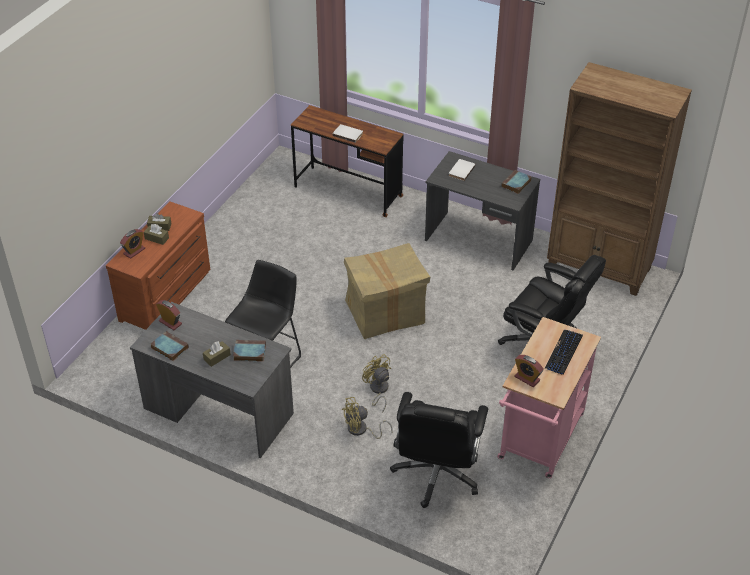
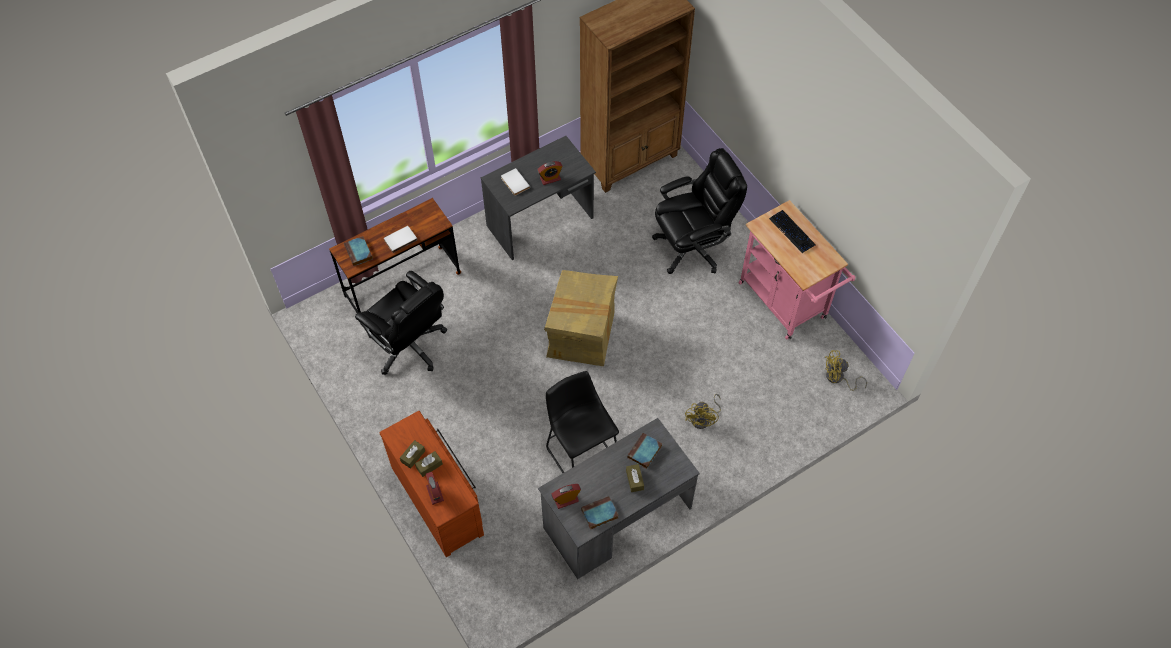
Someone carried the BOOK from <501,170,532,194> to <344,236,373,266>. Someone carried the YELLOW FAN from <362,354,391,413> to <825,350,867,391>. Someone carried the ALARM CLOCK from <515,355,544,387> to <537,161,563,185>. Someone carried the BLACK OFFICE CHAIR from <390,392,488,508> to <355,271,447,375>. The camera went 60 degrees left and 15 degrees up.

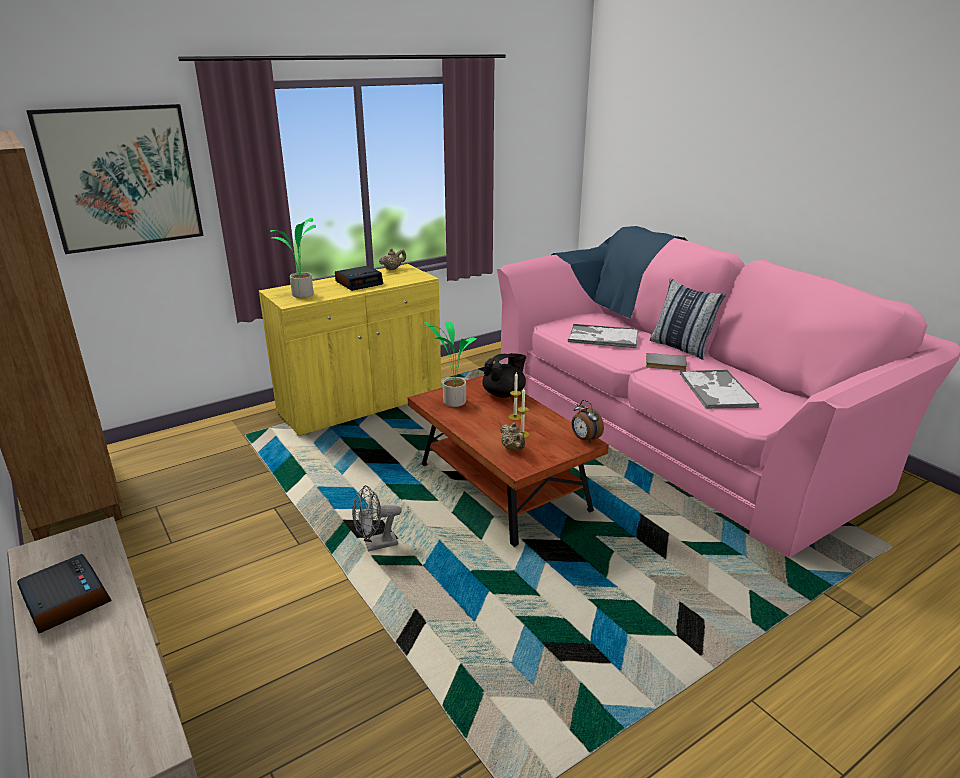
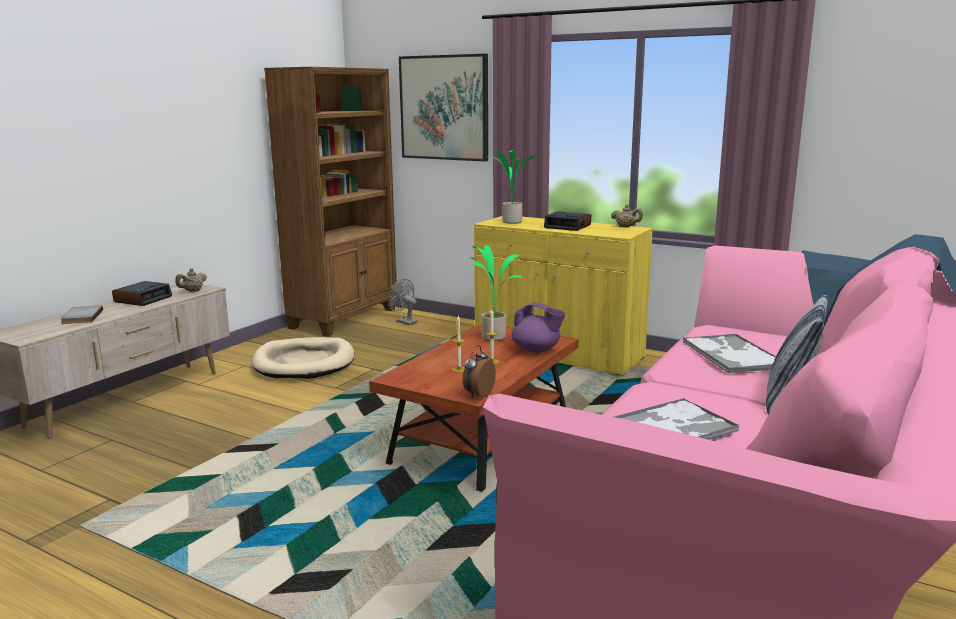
Someone repainted the BLACK TEAPOT at <482,353,526,398>, which became the PURPLE TEAPOT at <512,303,566,353>. Someone carried the GREY BOOK from <646,353,687,371> to <60,305,103,324>. Someone carried the BEIGE TEAPOT from <500,423,525,450> to <175,268,207,292>. Someone carried the GREY FAN from <352,485,402,552> to <387,279,418,325>. Someone put down the BEIGE DOG BED at <252,337,354,379>. The camera went 65 degrees right and 10 degrees down.

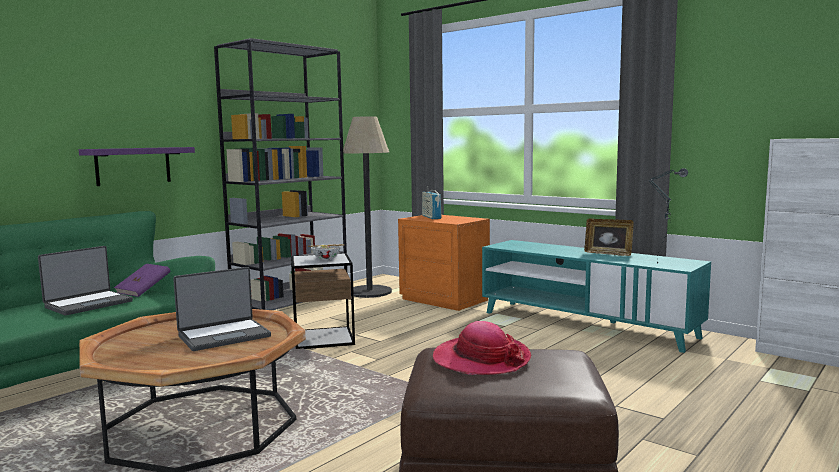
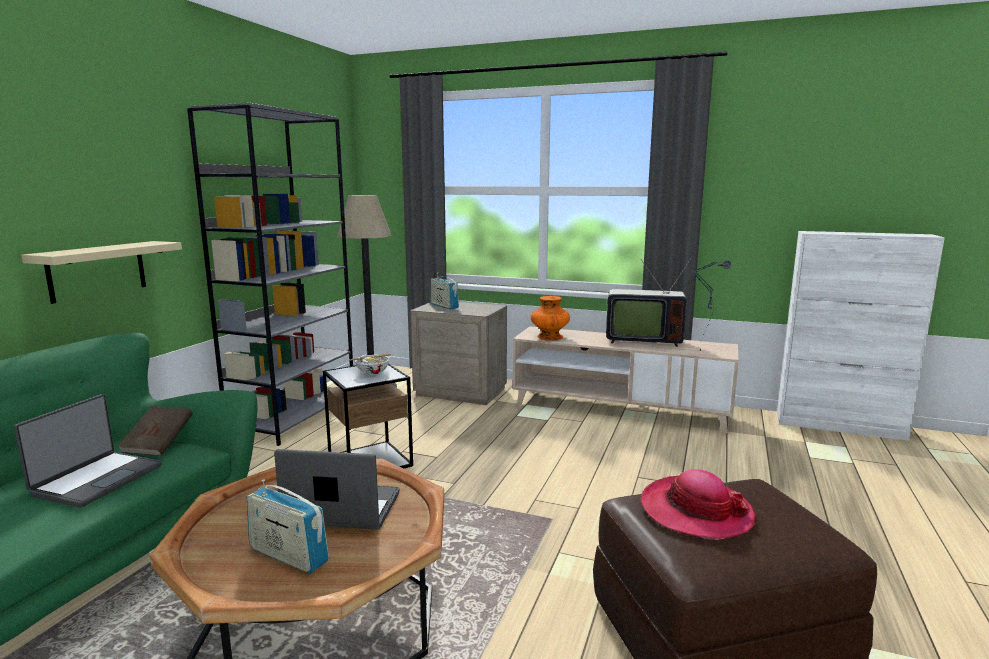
Someone repainted the PURPLE SHELF at <79,147,195,186>, which became the BEIGE SHELF at <21,241,182,304>. Someone repainted the ORANGE NIGHTSTAND at <398,215,490,311>, which became the BEIGE NIGHTSTAND at <410,302,507,405>. Someone swapped the PICTURE FRAME at <584,218,634,256> for the TELEVISION at <606,257,692,347>. Someone repainted the TURQUOISE TV STAND at <482,240,711,353>, which became the BEIGE TV STAND at <512,326,739,434>. Someone repainted the PURPLE BOOK at <114,264,170,297>, which became the BROWN BOOK at <117,406,193,456>. Someone rotated the LAPTOP at <173,267,271,351> by 120 degrees counterclockwise. Someone put down the ORANGE VASE at <530,296,570,340>. Someone put down the RADIO at <247,479,329,574>. The camera went 20 degrees left and 5 degrees up.

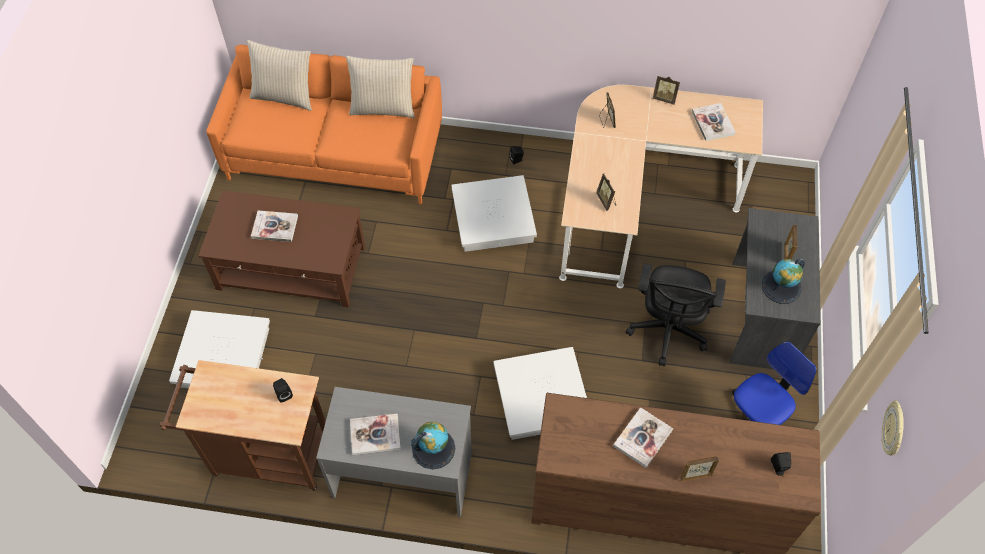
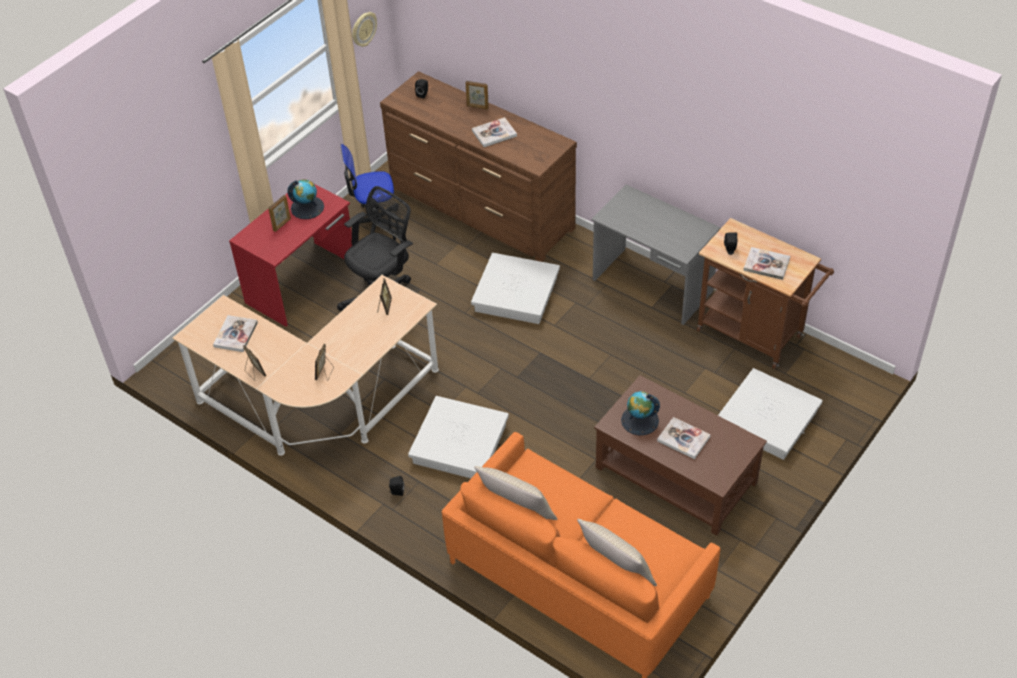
Someone repainted the GREY DESK at <729,208,821,369>, which became the RED DESK at <229,184,352,327>. Someone carried the BOOK from <350,414,401,455> to <743,247,790,280>. Someone carried the GLOBE from <411,422,455,469> to <621,391,660,436>. The camera went 150 degrees left and 10 degrees down.

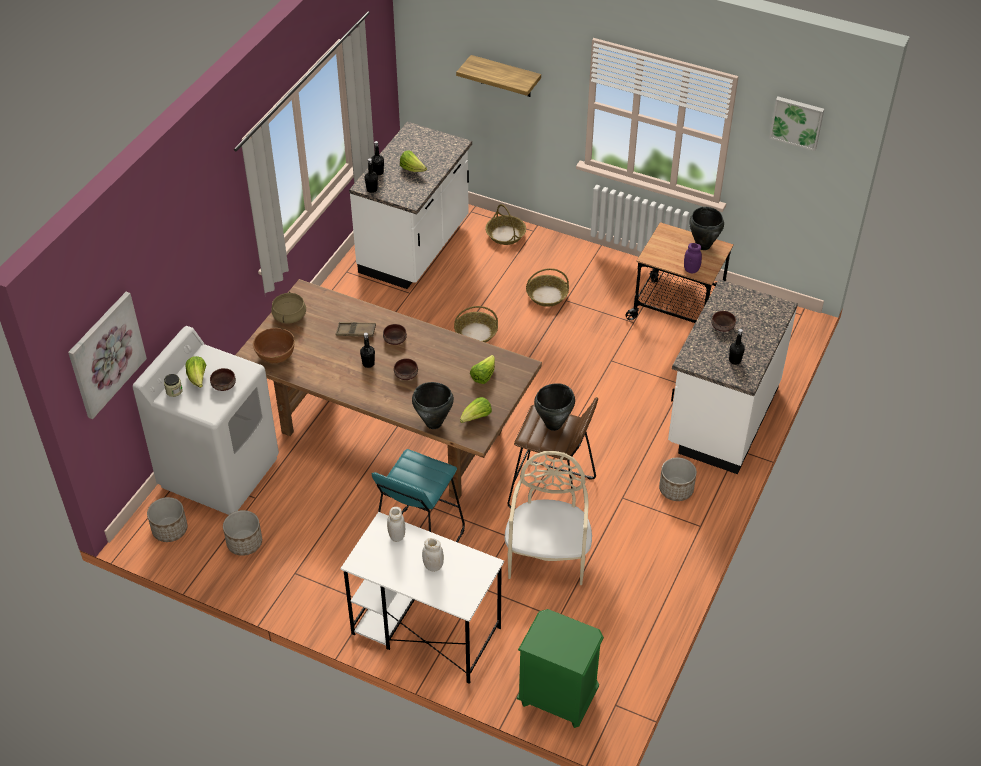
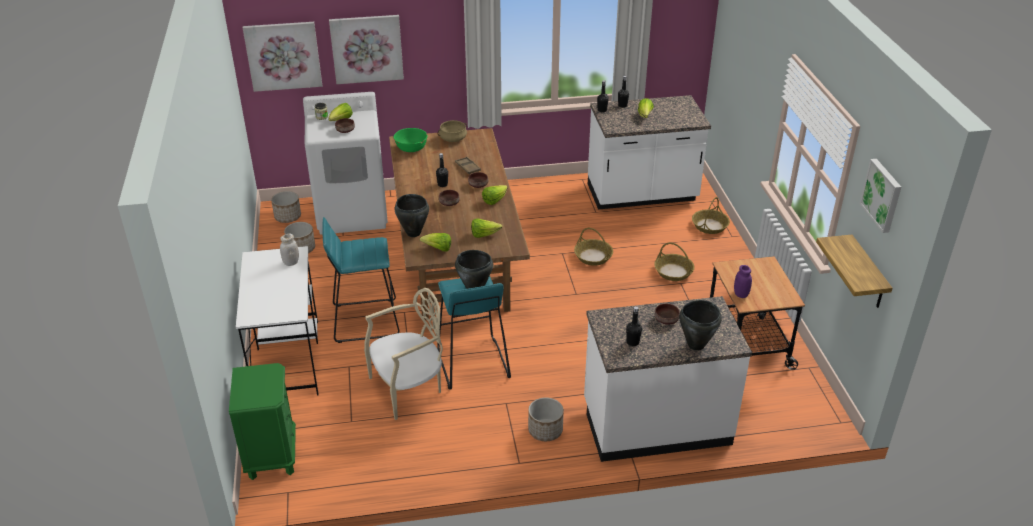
Someone carried the SHELF from <456,55,541,97> to <816,234,893,308>. Someone carried the BLACK COOKING POT from <689,207,724,250> to <679,300,721,351>. Someone repainted the BROWN BOWL at <253,328,295,363>, which became the GREEN BOWL at <393,128,428,152>. Someone repainted the BROWN STOOL at <507,397,598,509>, which became the TURQUOISE STOOL at <437,276,511,389>. Someone took away the WHITE JAR at <422,538,444,572>. Someone put up the PICTURE at <329,15,404,84>. Someone put down the LETTUCE at <482,185,508,205>. The camera went 55 degrees right and 10 degrees down.

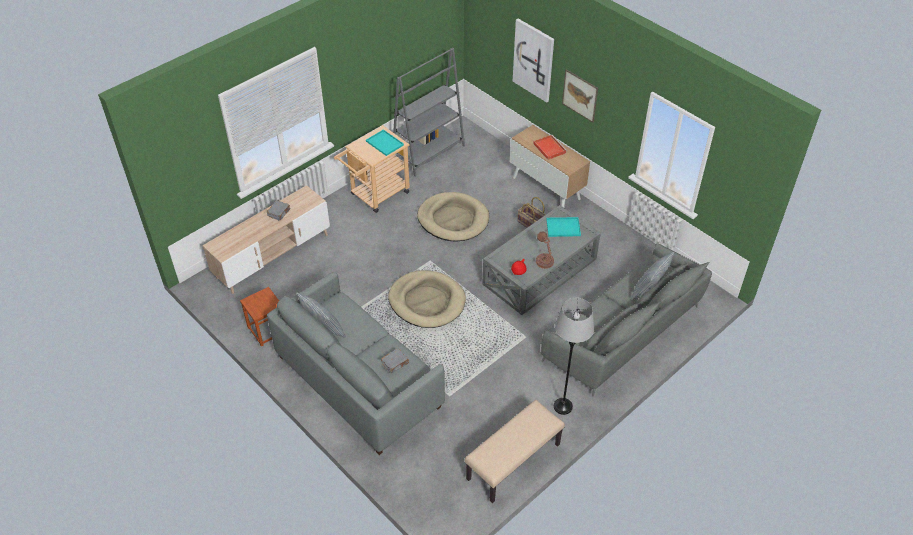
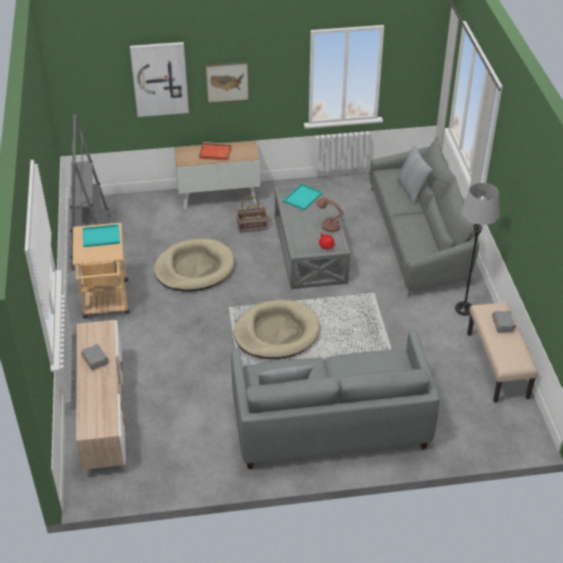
Someone took away the BROWN STOOL at <240,287,279,347>. Someone carried the GREY BOOK from <381,349,409,373> to <492,311,516,332>. The camera went 55 degrees left and 5 degrees down.

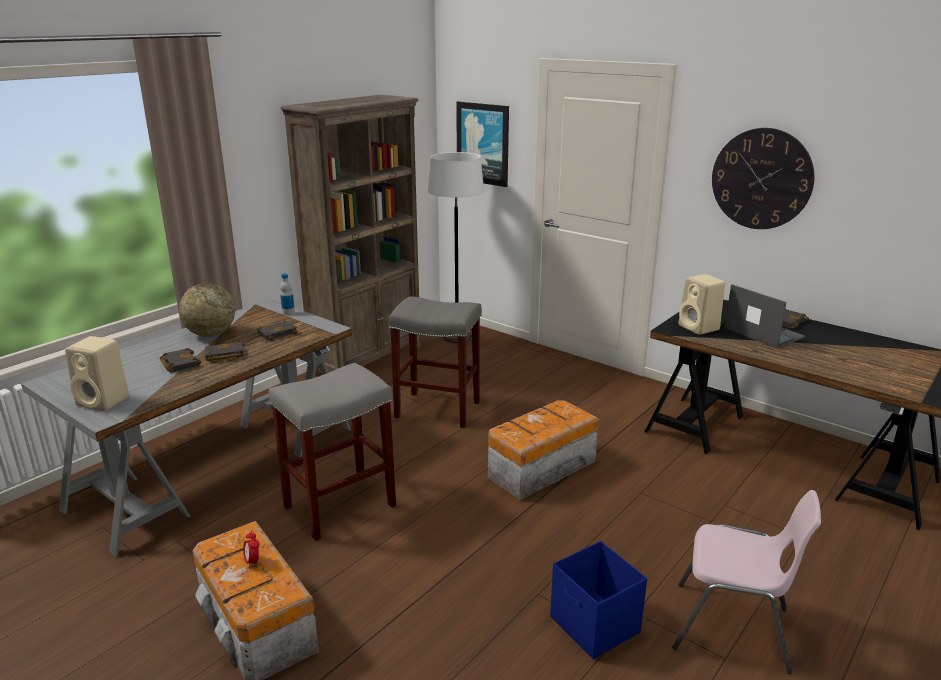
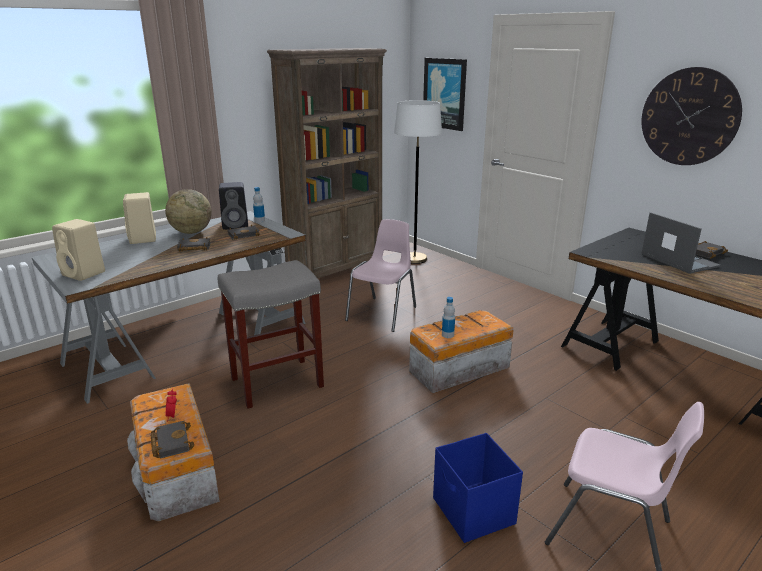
Someone carried the BEIGE SPEAKER from <679,274,725,335> to <123,192,156,244>. Someone swapped the GREY STOOL at <388,296,482,428> for the PINK CHAIR at <345,219,416,332>. Someone carried the BLACK BOOK from <160,348,201,372> to <151,421,194,459>. Someone put down the BLACK SPEAKER at <219,182,248,230>. Someone put down the BOTTLE at <442,297,455,338>. The camera went 10 degrees right and 0 degrees up.

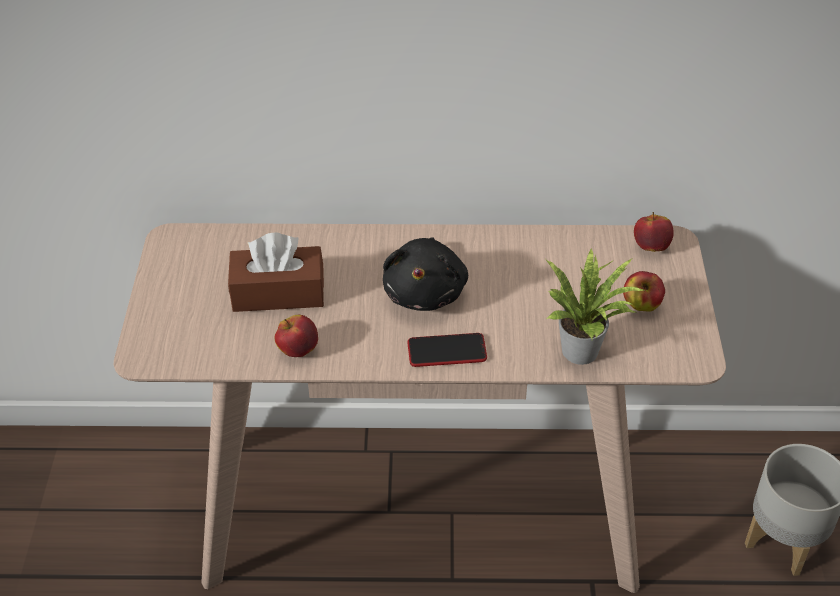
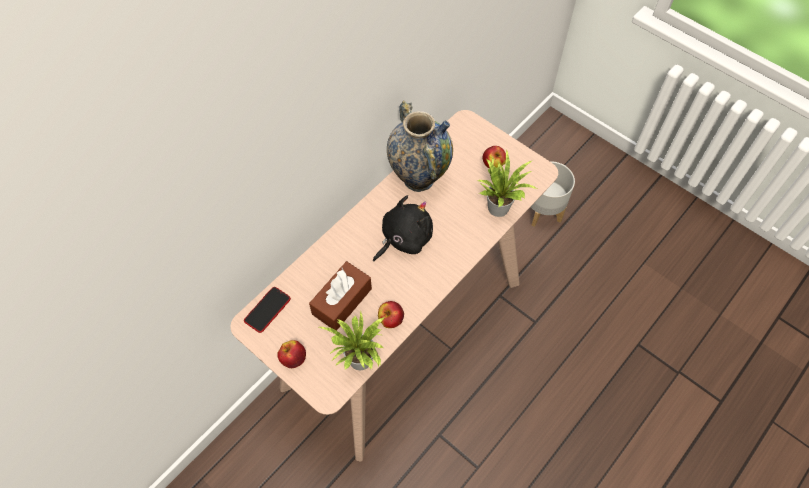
Someone carried the APPLE from <634,212,674,252> to <277,340,306,368>. Someone rotated the BLACK PLUSH TOY at <383,237,468,311> by 90 degrees counterclockwise. Someone carried the PHONE from <407,333,487,367> to <244,287,291,333>. Someone put down the VASE at <387,101,453,192>. Someone put down the POTTED PLANT at <319,311,385,370>. The camera went 50 degrees left and 15 degrees up.

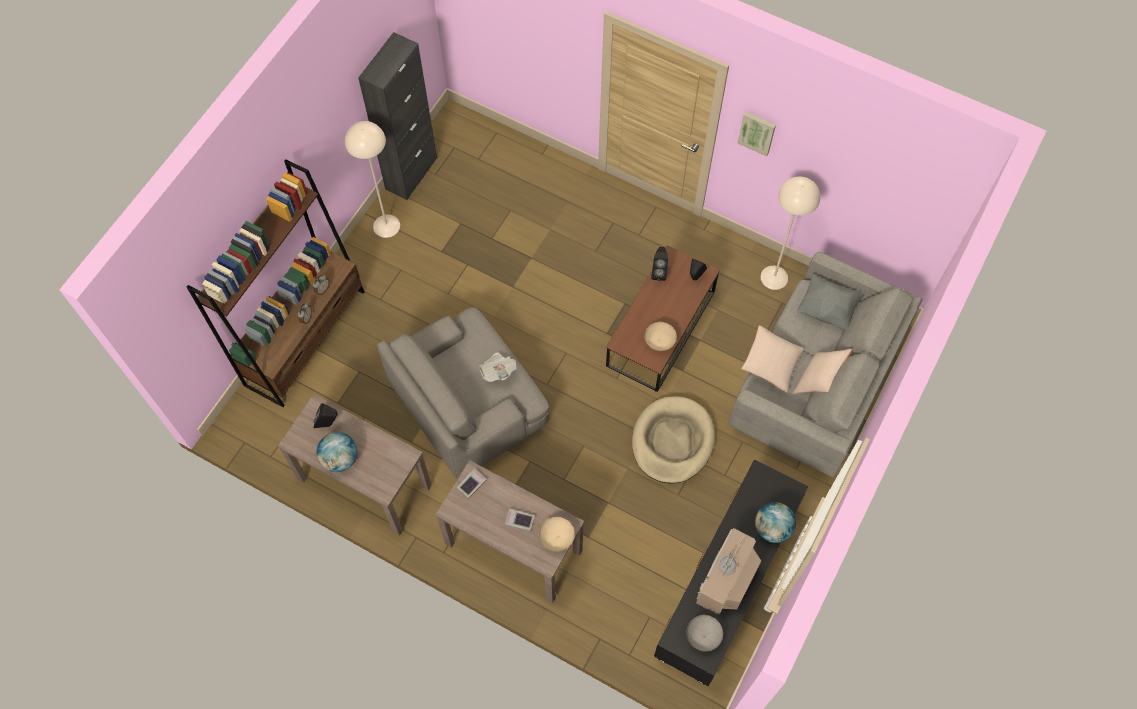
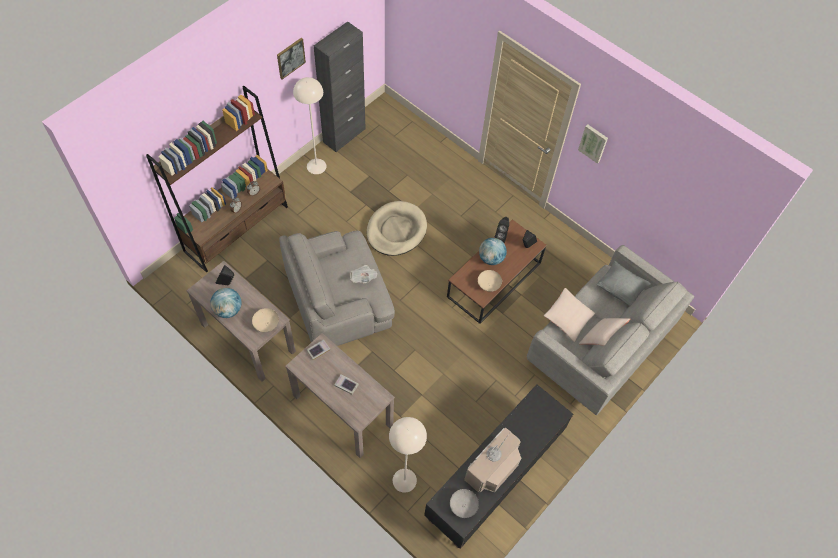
Someone carried the BEIGE FLOOR LAMP from <761,177,820,290> to <389,417,427,493>. Someone carried the BEIGE DOG BED from <632,396,715,484> to <366,201,427,256>. Someone carried the GLOBE from <755,502,796,543> to <479,238,507,265>. Someone carried the BEIGE BOWL from <539,517,575,552> to <252,308,279,332>. Someone put up the PICTURE at <277,38,306,79>. The camera went 10 degrees right and 5 degrees down.

